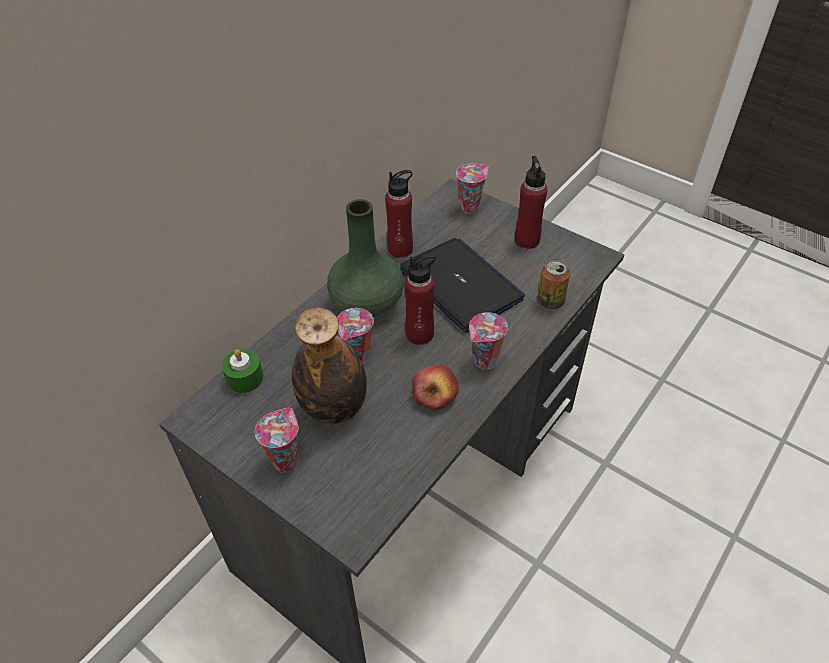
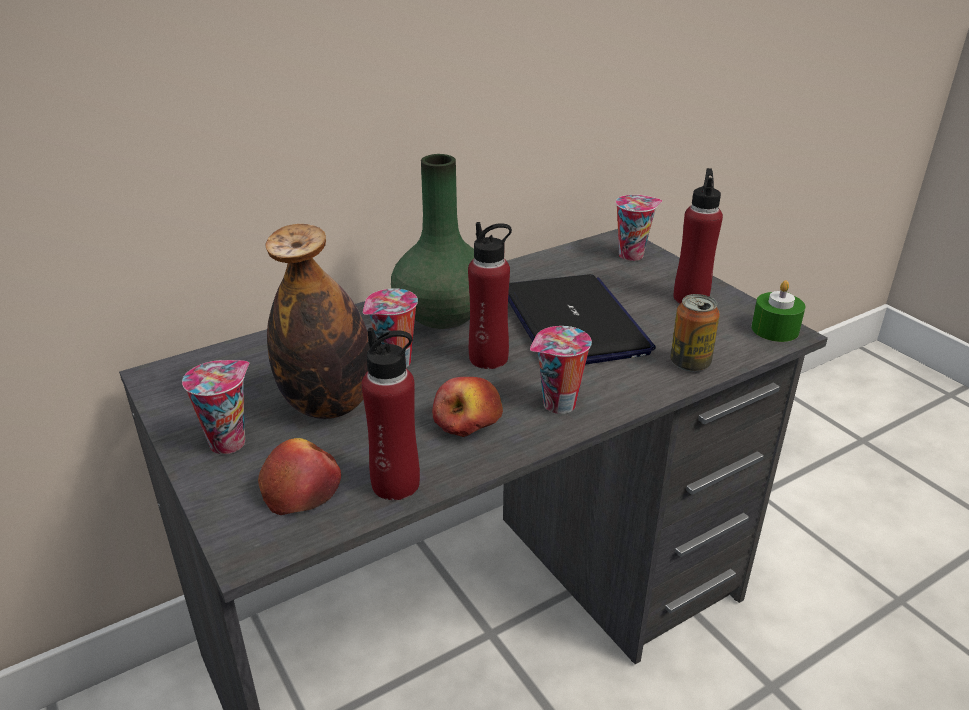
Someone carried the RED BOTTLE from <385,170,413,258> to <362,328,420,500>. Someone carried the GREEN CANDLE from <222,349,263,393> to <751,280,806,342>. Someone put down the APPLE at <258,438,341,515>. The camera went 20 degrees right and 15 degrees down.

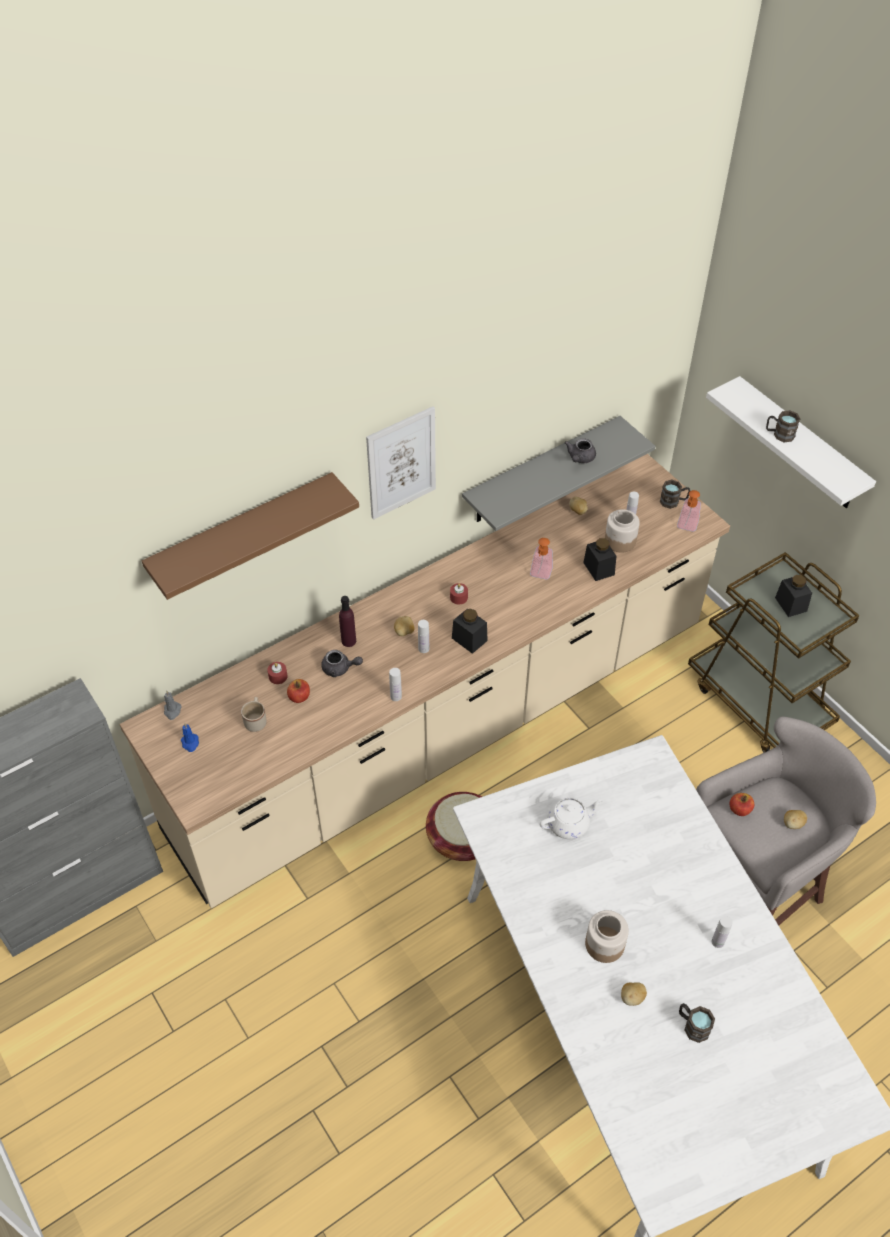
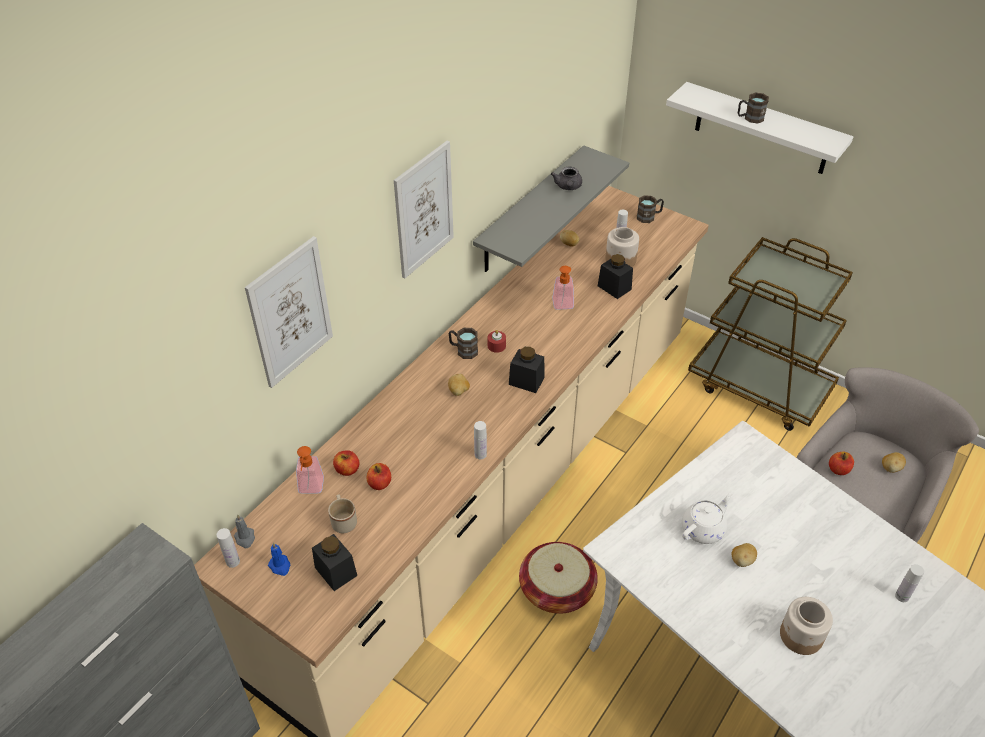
Someone swapped the BROWN SHELF at <142,472,359,600> for the PICTURE at <245,236,333,388>. Someone carried the SOAP DISPENSER from <677,490,701,532> to <296,446,324,494>. Someone carried the BLACK JAR from <775,575,812,617> to <312,534,357,591>. Someone took away the PURPLE BOTTLE at <339,596,356,647>. Someone carried the WHITE BOTTLE from <418,620,429,653> to <217,528,240,568>. Someone took away the GREY TEAPOT at <321,650,363,677>. Someone swapped the RED CANDLE at <267,662,288,684> for the APPLE at <333,450,359,476>. Someone carried the POTATO from <621,982,647,1006> to <732,543,757,567>. Someone carried the BROWN MUG from <679,1003,715,1043> to <449,328,478,359>. The camera went 20 degrees left and 5 degrees down.

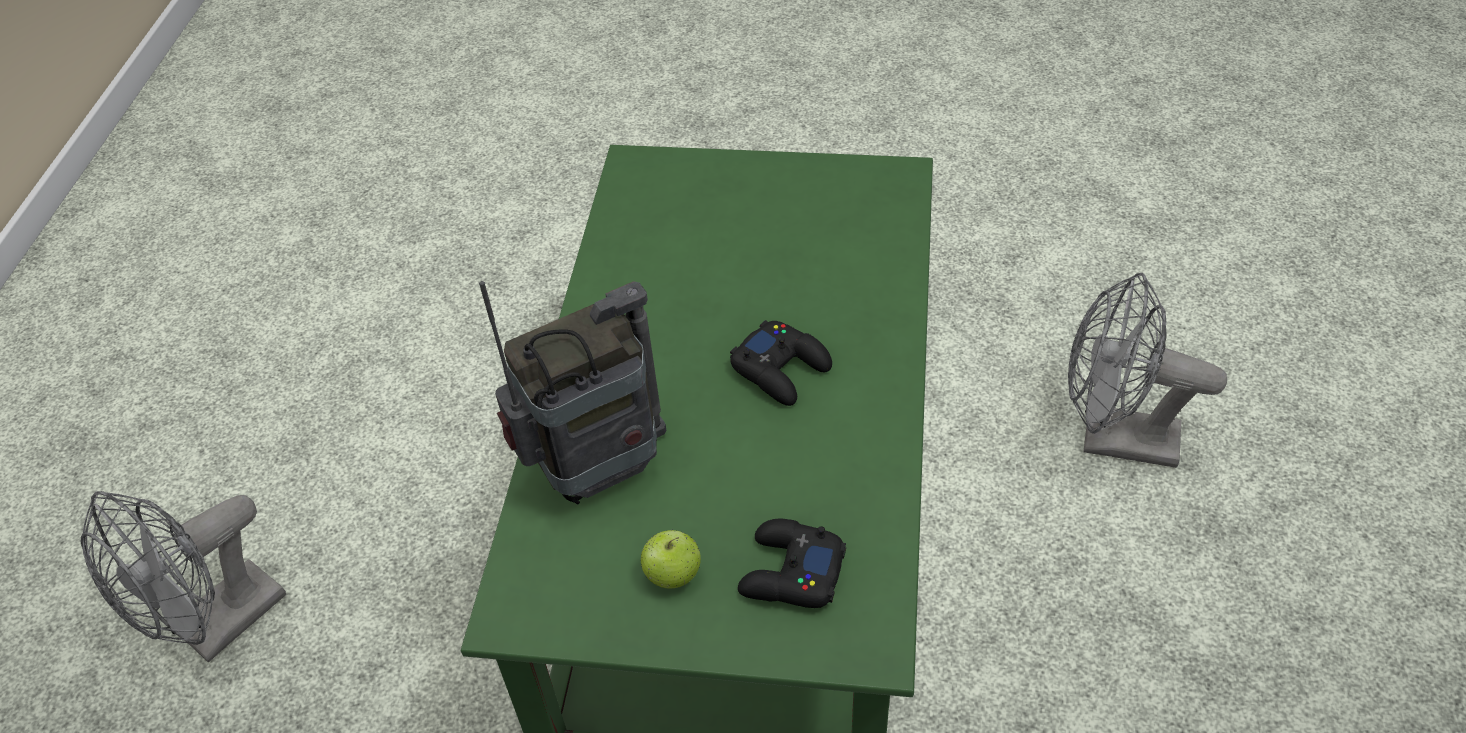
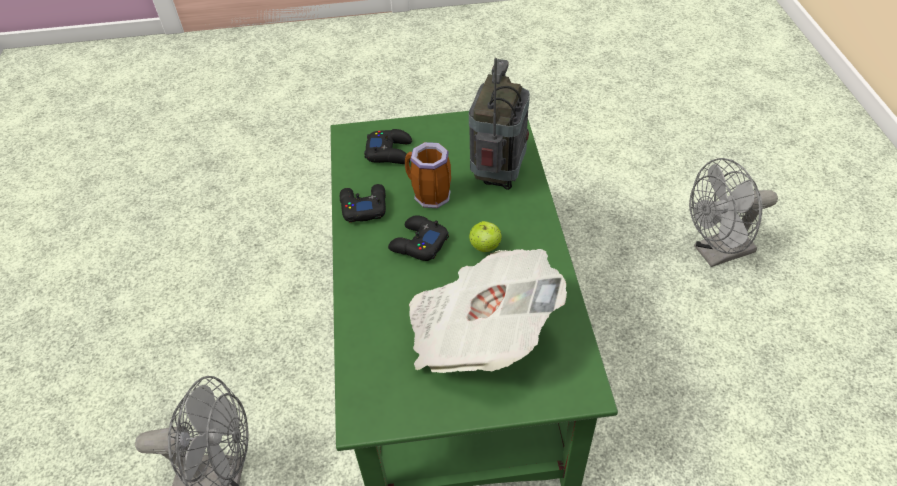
Someone rotated the RADIO at <479,281,666,504> by 150 degrees clockwise. Someone rotated the GREY FAN at <81,491,286,663> by 135 degrees counterclockwise. Someone carried the APPLE from <640,530,701,589> to <469,221,502,252>. Someone put down the MUG at <405,142,451,208>. Someone put down the BLACK GAME CONTROLLER at <340,184,386,222>. Someone put down the NEWSPAPER at <409,249,567,373>. The camera went 165 degrees right and 0 degrees up.

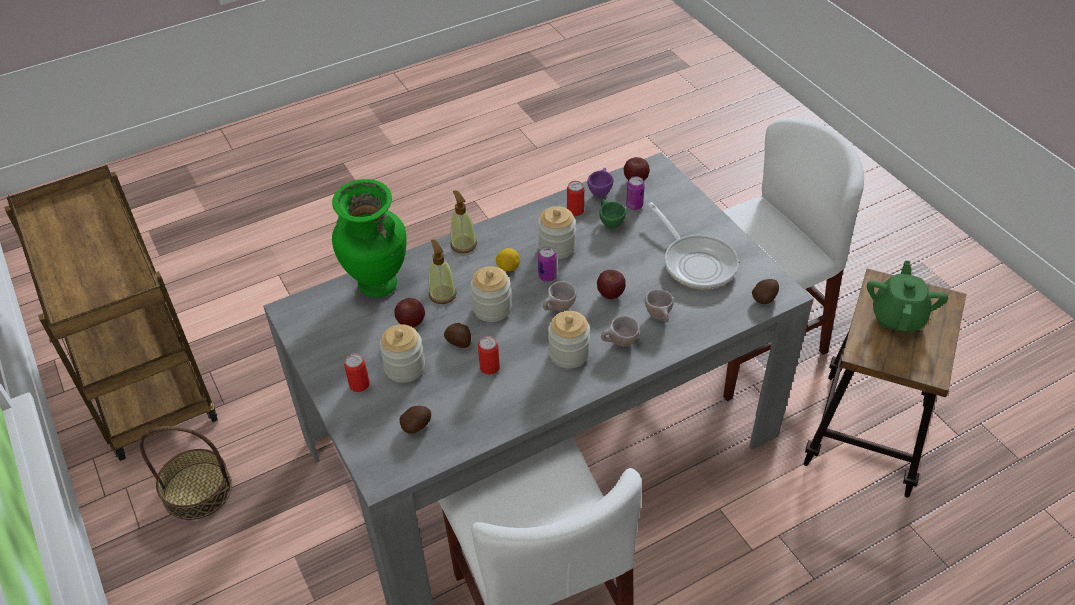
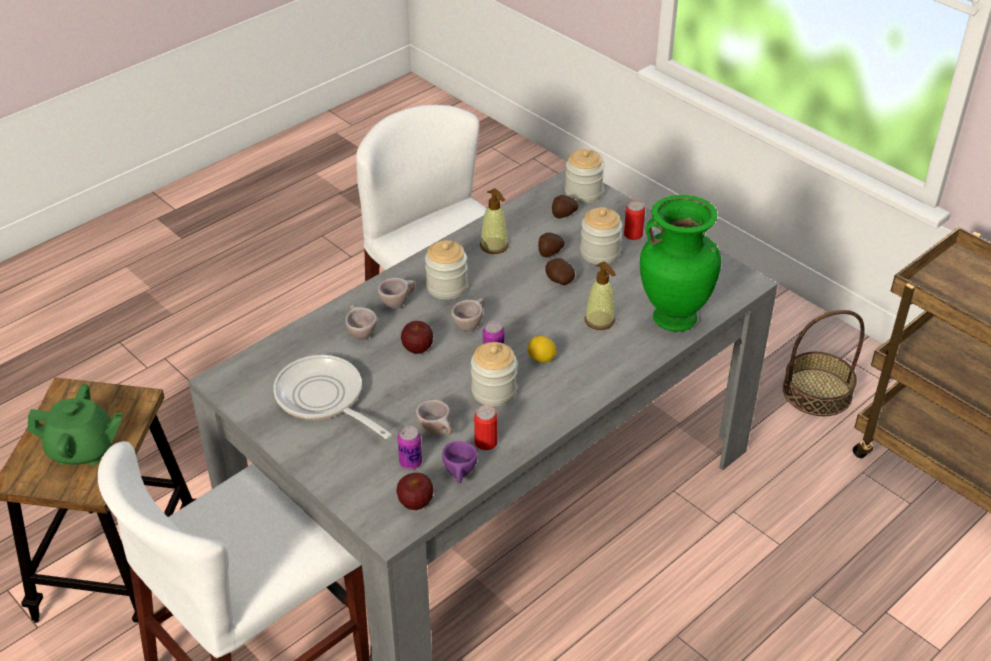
Someone carried the SOAP DISPENSER from <450,190,477,253> to <480,188,509,254>. Someone repainted the GREEN CUP at <599,199,626,229>, which became the BEIGE CUP at <416,400,452,435>. Someone rotated the GREEN TEAPOT at <867,260,948,333> by 90 degrees counterclockwise. Someone carried the JAR from <470,266,512,322> to <565,149,604,203>. Someone carried the POTATO from <752,279,779,304> to <538,233,565,257>. Someone took away the APPLE at <395,298,425,328>. Someone took away the CAN at <478,336,500,375>. The camera went 165 degrees right and 5 degrees down.

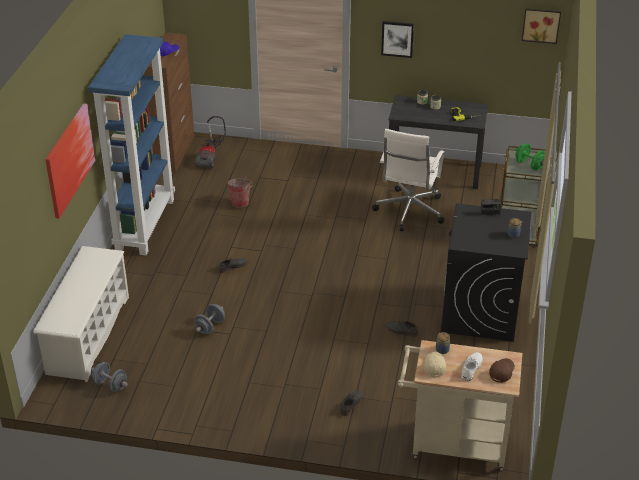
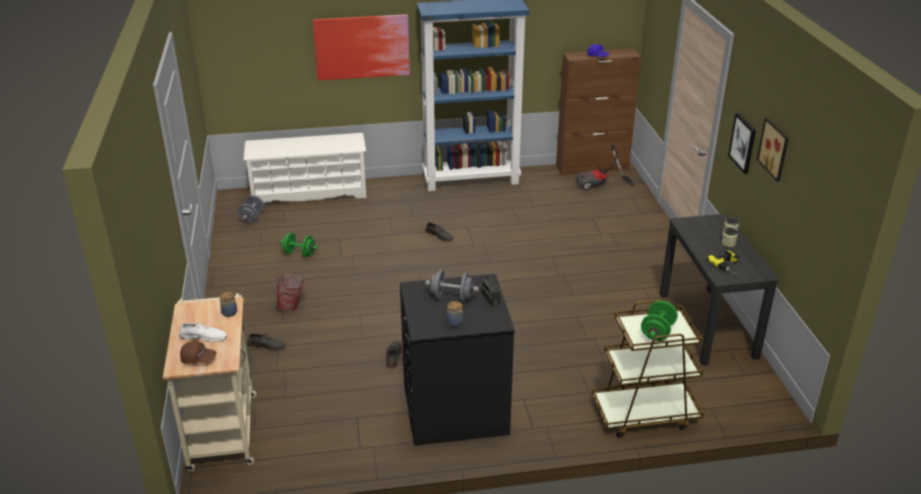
Someone carried the PICTURE from <522,8,561,44> to <757,118,789,181>. Someone took away the WHITE OFFICE CHAIR at <372,129,445,231>. Someone carried the BUCKET from <227,177,253,207> to <274,274,306,311>. Someone carried the GREY DUMBBELL from <194,304,225,334> to <425,270,479,302>. Someone took away the BEIGE CAP at <424,352,446,378>. Someone put down the GREEN DUMBBELL at <280,233,318,257>. The camera went 70 degrees right and 5 degrees down.

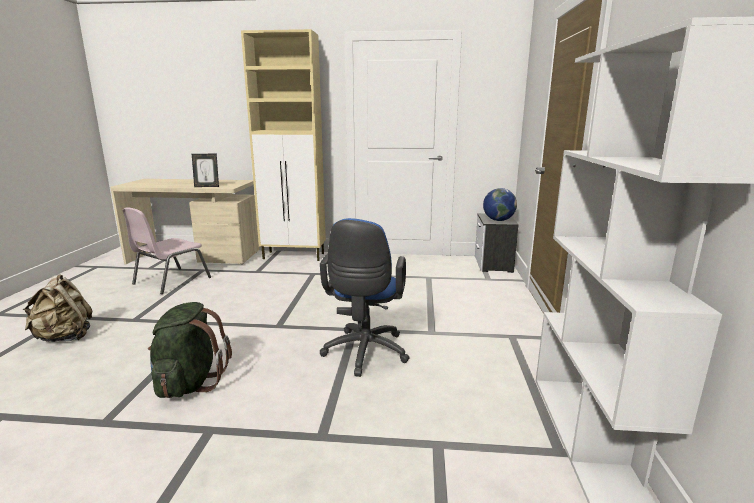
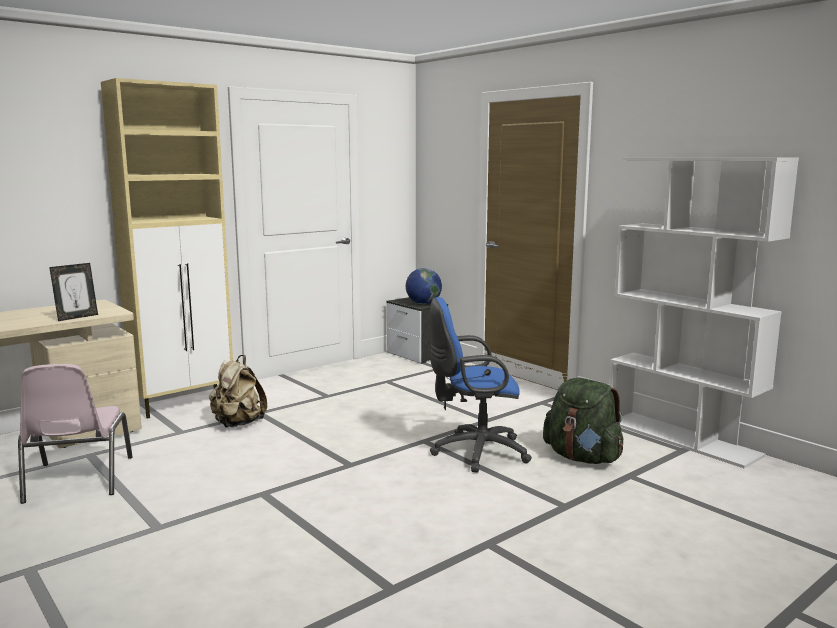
Someone rotated the BLUE OFFICE CHAIR at <320,218,410,377> by 120 degrees clockwise. Someone carried the BEIGE BACKPACK from <23,274,92,342> to <209,355,267,428>. Someone carried the GREEN BACKPACK from <148,302,232,398> to <543,378,623,464>. The camera went 45 degrees left and 5 degrees down.

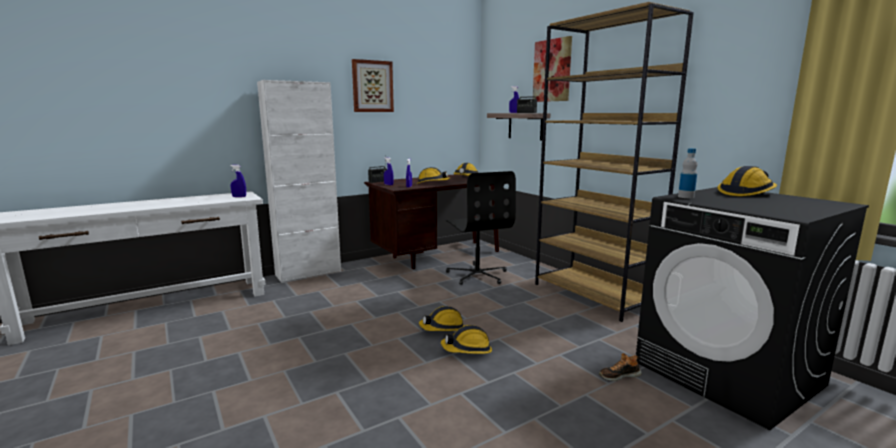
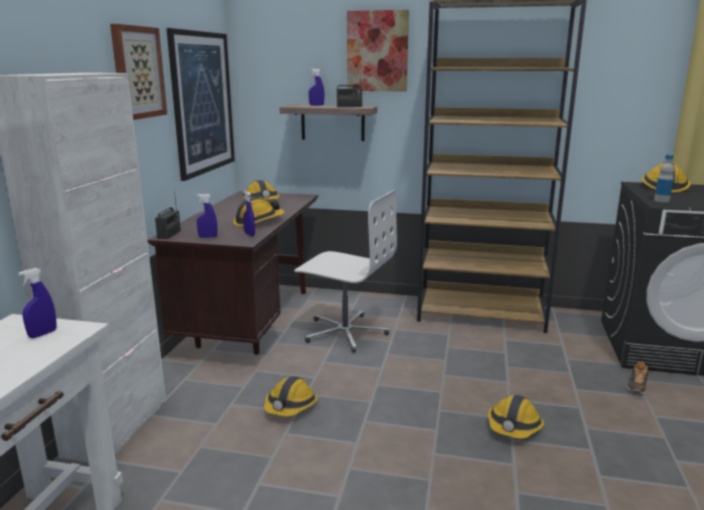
Someone repainted the BLACK OFFICE CHAIR at <446,171,516,285>, which became the WHITE OFFICE CHAIR at <294,190,397,352>. Someone carried the HARD HAT from <419,306,464,331> to <264,376,318,417>. Someone put up the PICTURE at <166,28,235,181>. The camera went 45 degrees left and 5 degrees up.

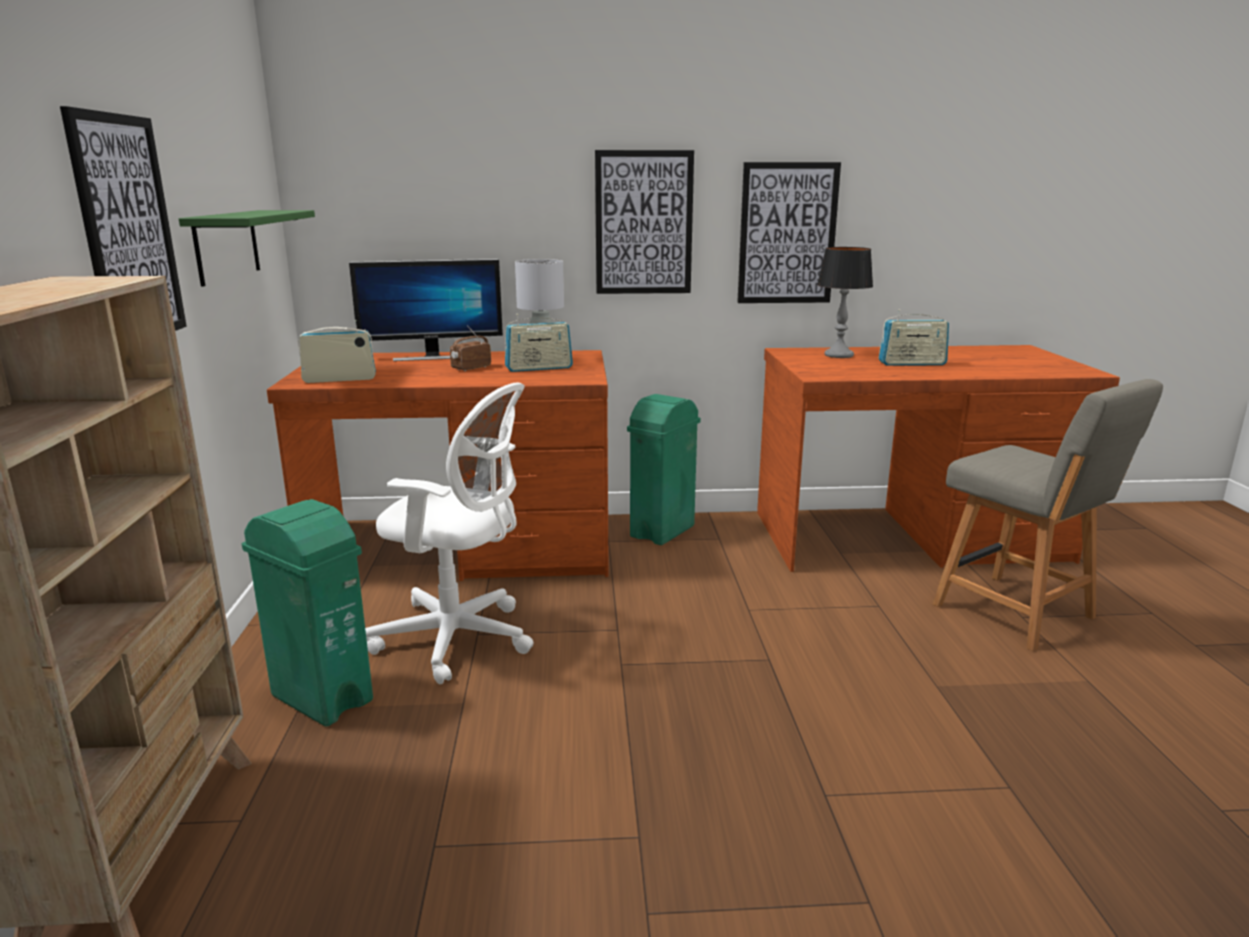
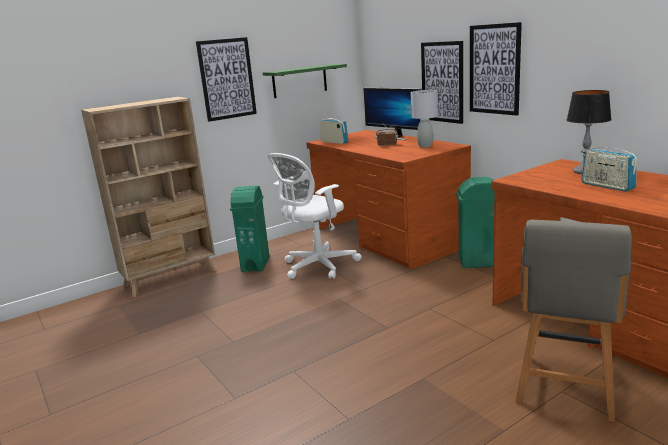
Someone carried the PICTURE from <737,162,841,303> to <421,41,463,124>. Someone took away the RADIO at <505,314,573,372>. Someone rotated the WHITE OFFICE CHAIR at <365,382,534,684> by 60 degrees clockwise. The camera went 60 degrees right and 0 degrees up.

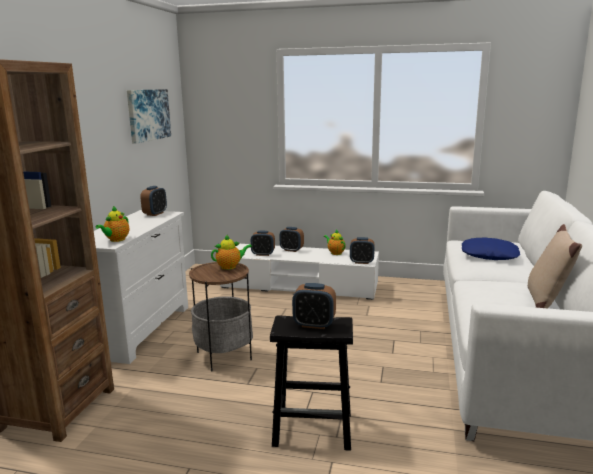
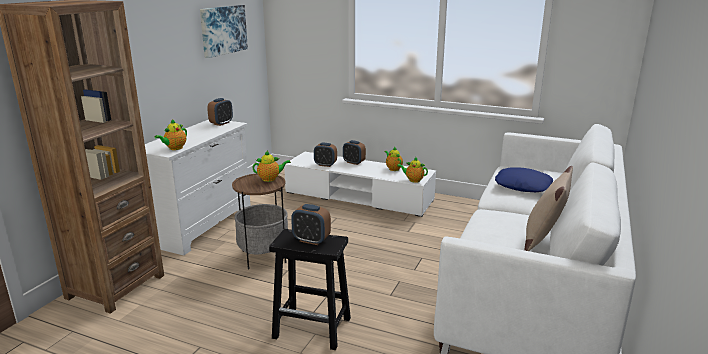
Someone swapped the ALARM CLOCK at <350,237,375,264> for the TEAPOT at <397,156,428,183>. The camera went 10 degrees right and 5 degrees up.

